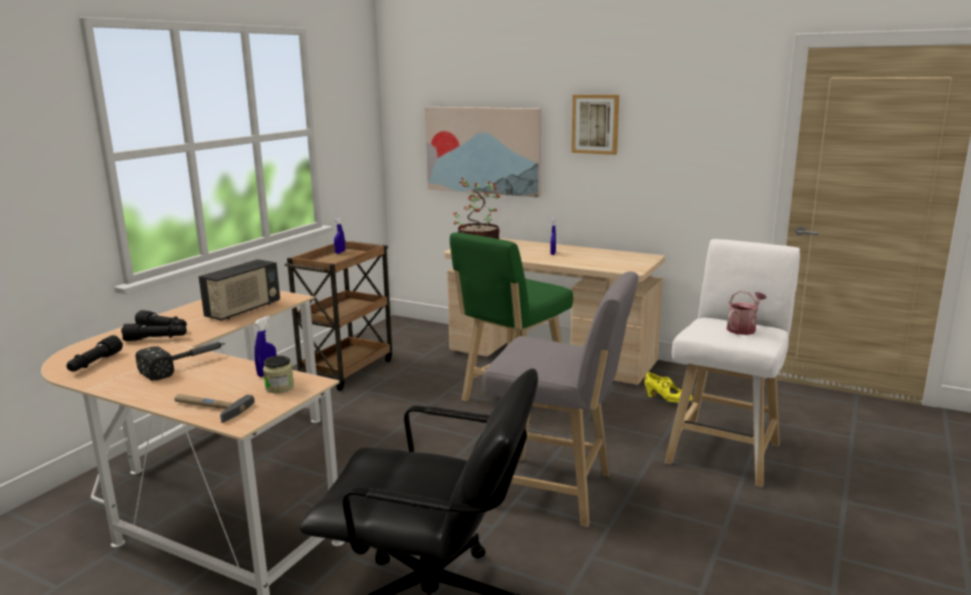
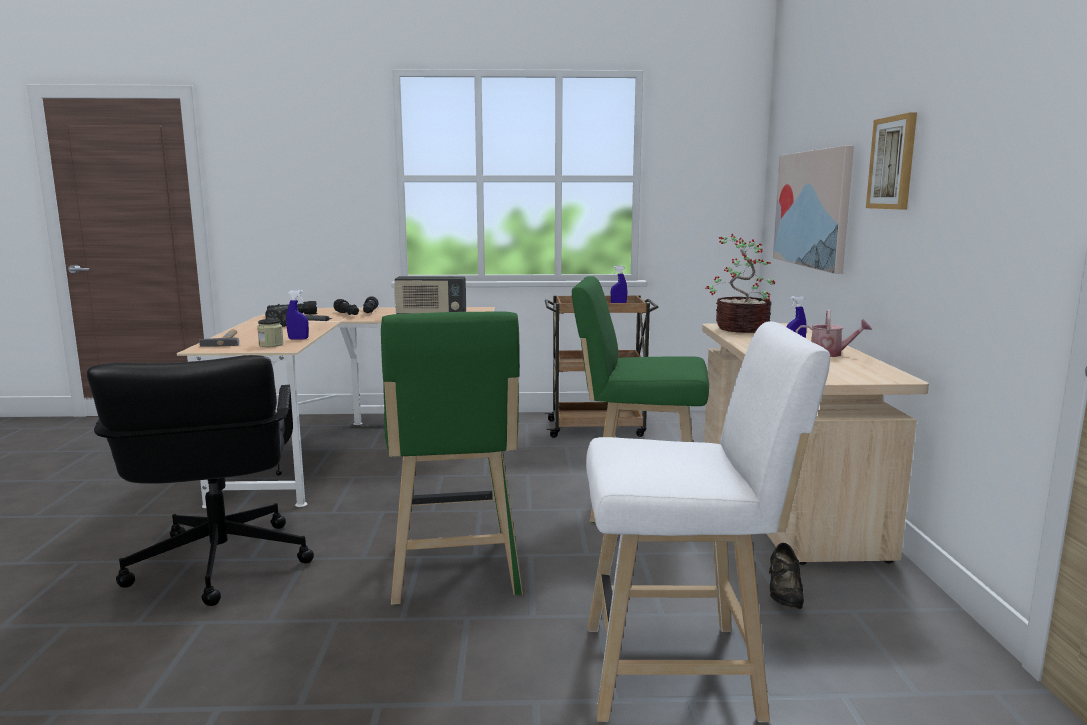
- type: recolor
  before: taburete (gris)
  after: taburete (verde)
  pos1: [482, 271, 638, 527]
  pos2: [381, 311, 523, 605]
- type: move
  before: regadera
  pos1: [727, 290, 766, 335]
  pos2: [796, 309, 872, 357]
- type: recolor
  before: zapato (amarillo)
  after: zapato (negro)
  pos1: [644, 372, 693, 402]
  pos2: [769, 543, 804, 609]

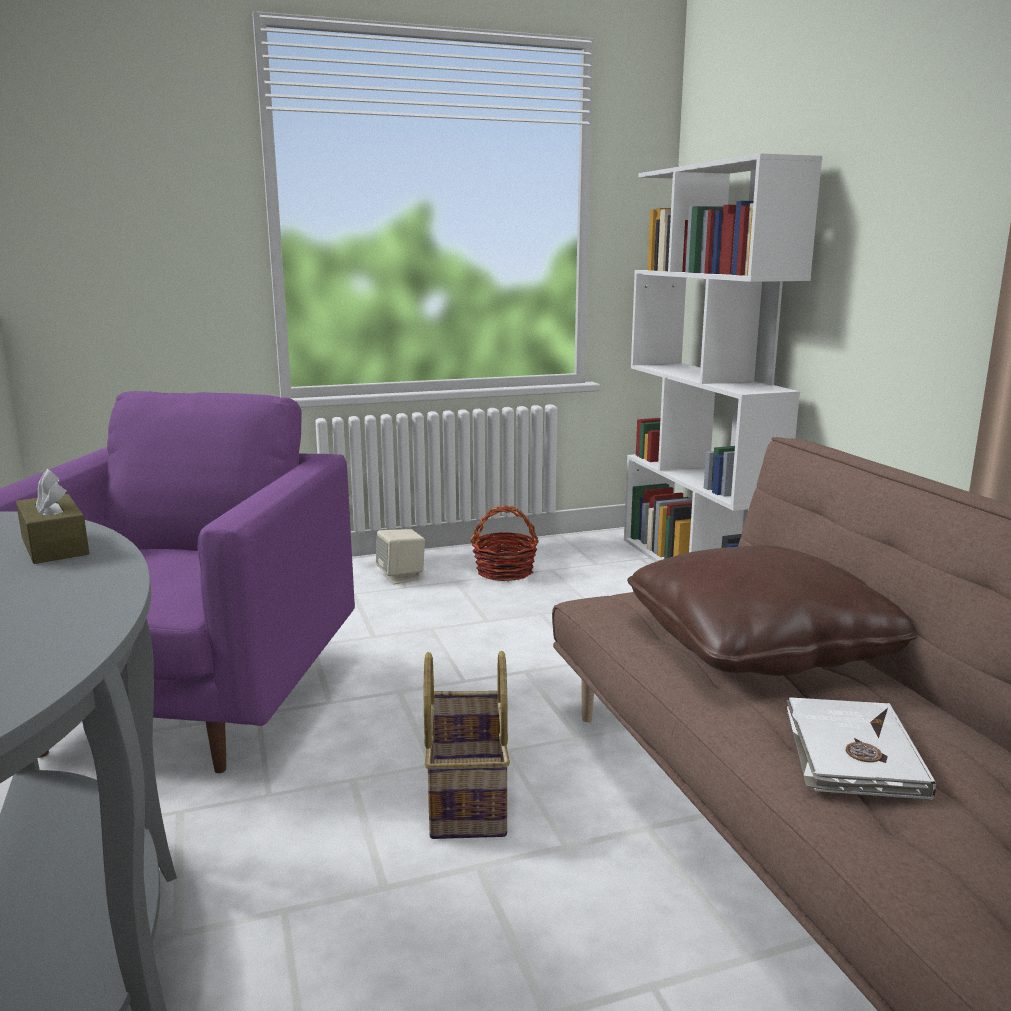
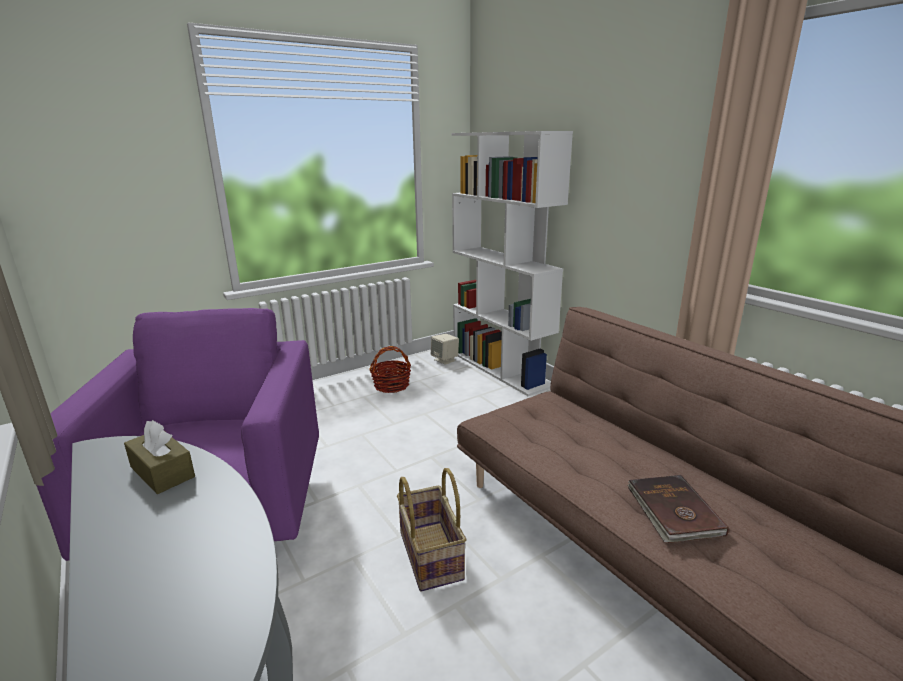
- type: move
  before: altavoz (beis)
  pos1: [376, 529, 425, 585]
  pos2: [431, 334, 459, 365]
- type: delete
  before: cojín (marrón)
  pos1: [627, 545, 917, 676]
- type: recolor
  before: libro (blanco)
  after: libro (marrón)
  pos1: [787, 697, 936, 800]
  pos2: [628, 475, 729, 543]

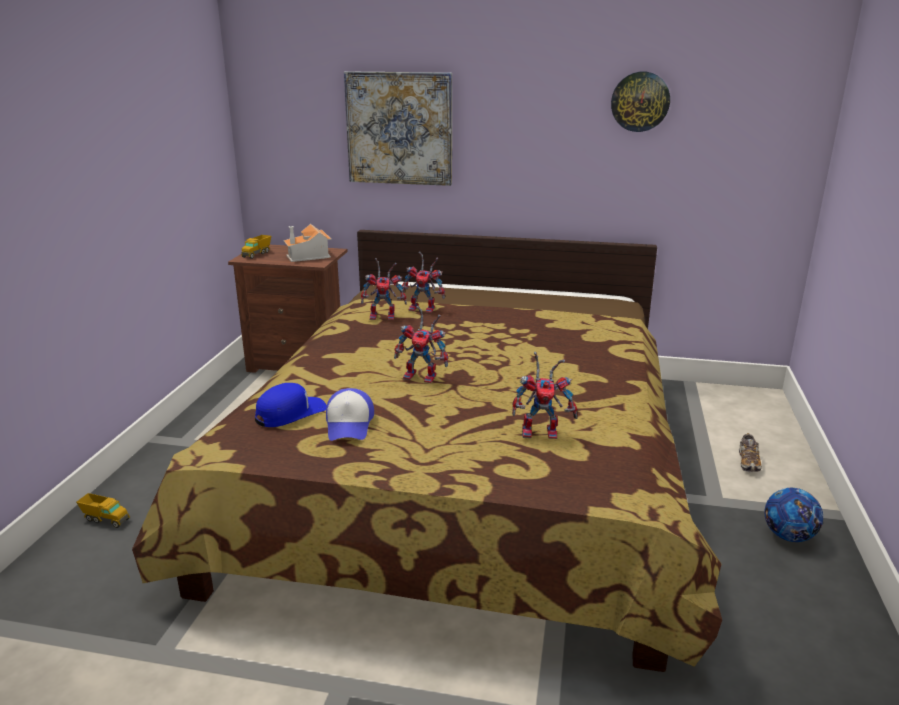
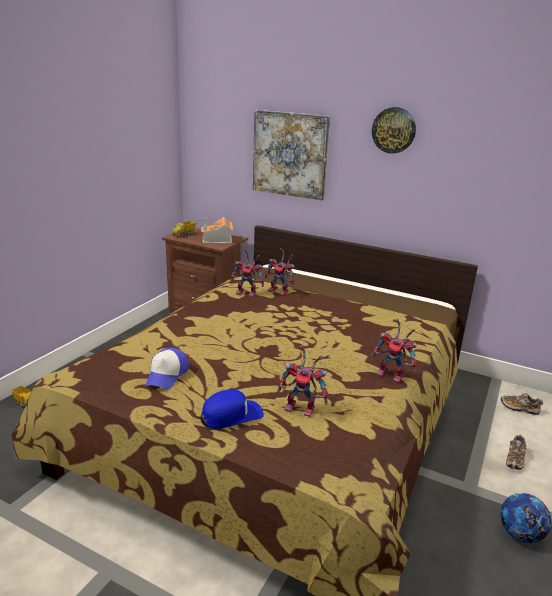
- type: move
  before: reloj de pared
  pos1: [611, 72, 670, 132]
  pos2: [372, 107, 416, 154]
- type: move
  before: robot de juguete
  pos1: [394, 306, 448, 383]
  pos2: [371, 318, 418, 383]
- type: move
  before: gorra (azul)
  pos1: [255, 383, 327, 427]
  pos2: [201, 389, 264, 429]
- type: insert
  after: zapato
  pos2: [501, 393, 543, 415]

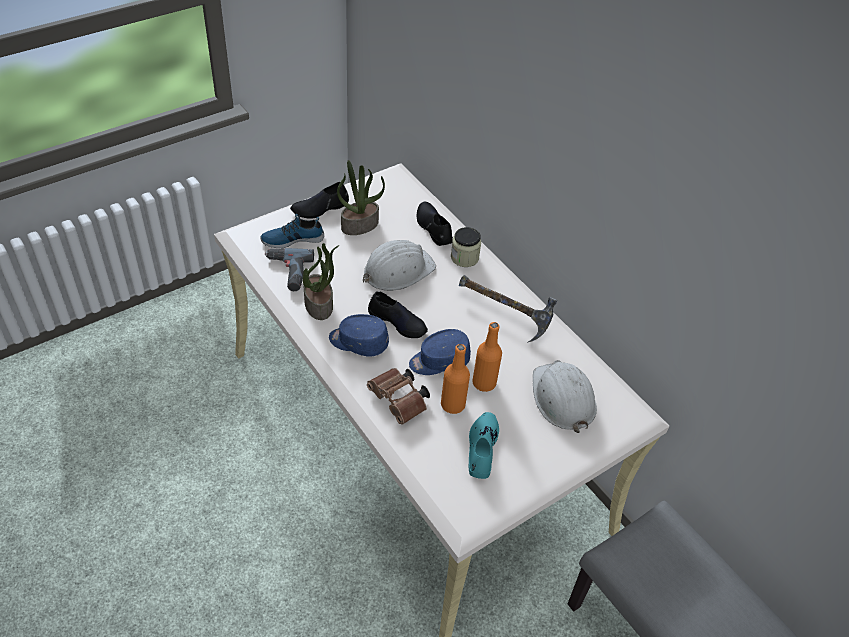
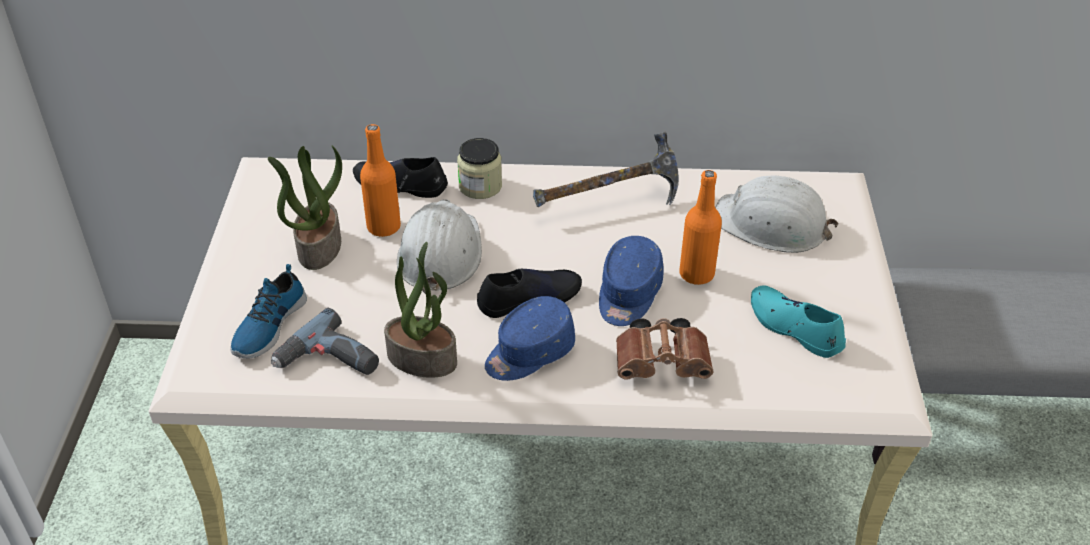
- type: delete
  before: zapato (negro)
  pos1: [290, 182, 349, 219]
- type: move
  before: botella (naranja)
  pos1: [441, 344, 470, 414]
  pos2: [360, 124, 401, 237]

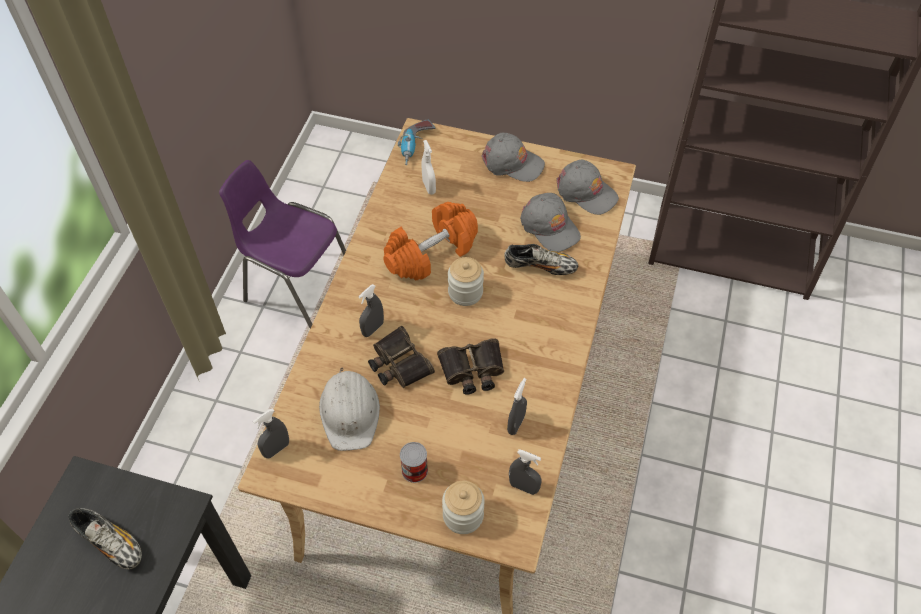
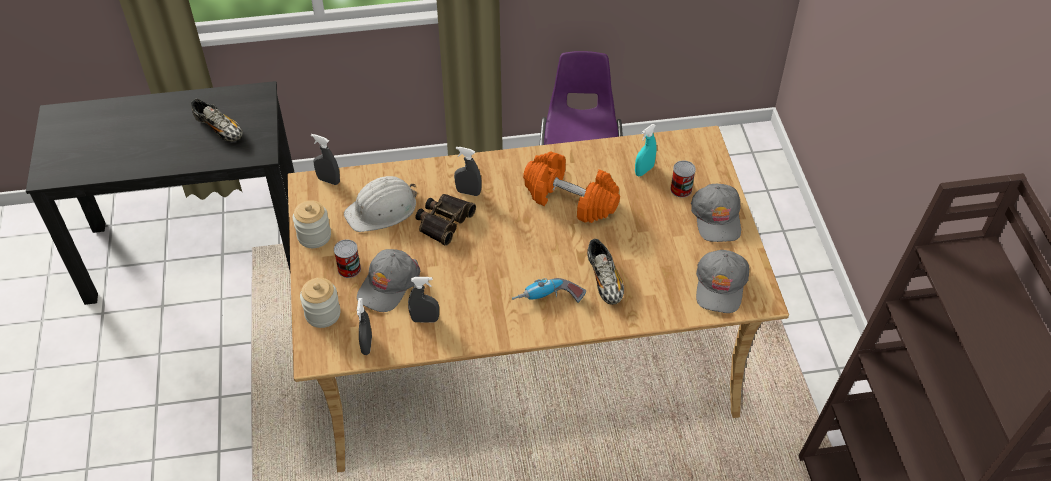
- type: move
  before: taladro
  pos1: [398, 119, 435, 165]
  pos2: [512, 278, 586, 303]
- type: recolor
  before: pulverizador (blanco)
  after: pulverizador (turquesa)
  pos1: [422, 140, 436, 195]
  pos2: [635, 124, 657, 176]
- type: move
  before: gorra (gris)
  pos1: [520, 193, 581, 252]
  pos2: [357, 249, 420, 312]
- type: move
  before: tarro
  pos1: [448, 257, 484, 306]
  pos2: [293, 200, 331, 248]
- type: delete
  before: prismáticos
  pos1: [437, 338, 504, 395]
- type: rotate
  before: zapato
  pos1: [68, 508, 142, 570]
  pos2: [191, 99, 243, 142]
  turn: -60
- type: insert
  after: lata
  pos2: [670, 161, 696, 198]

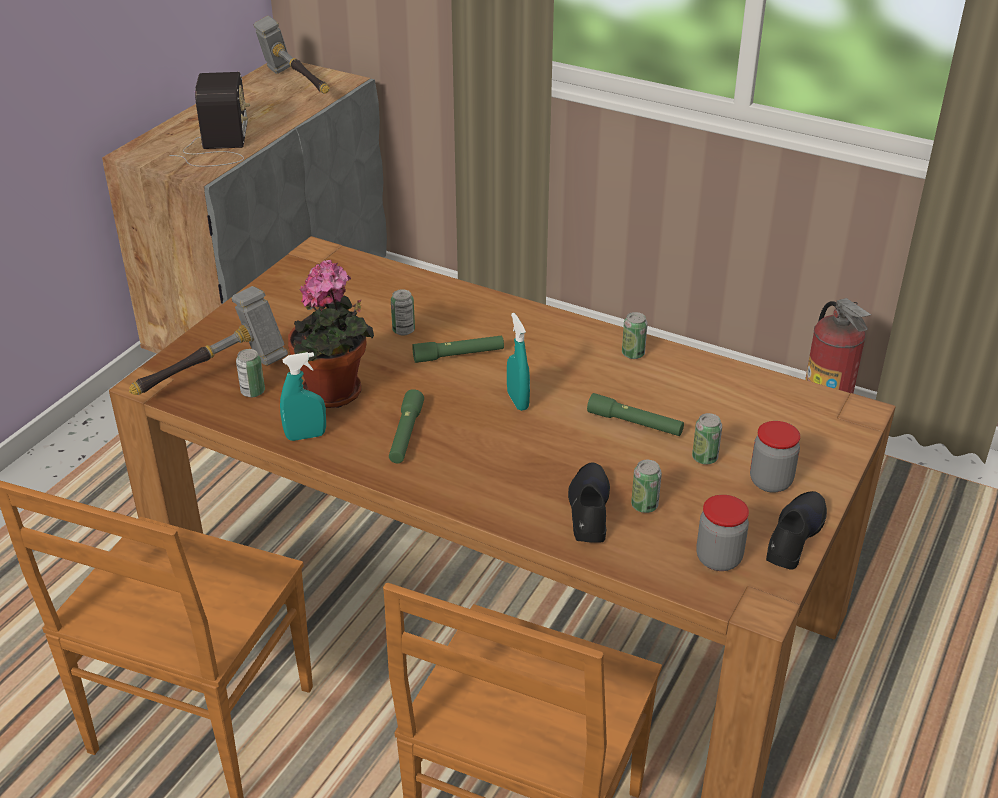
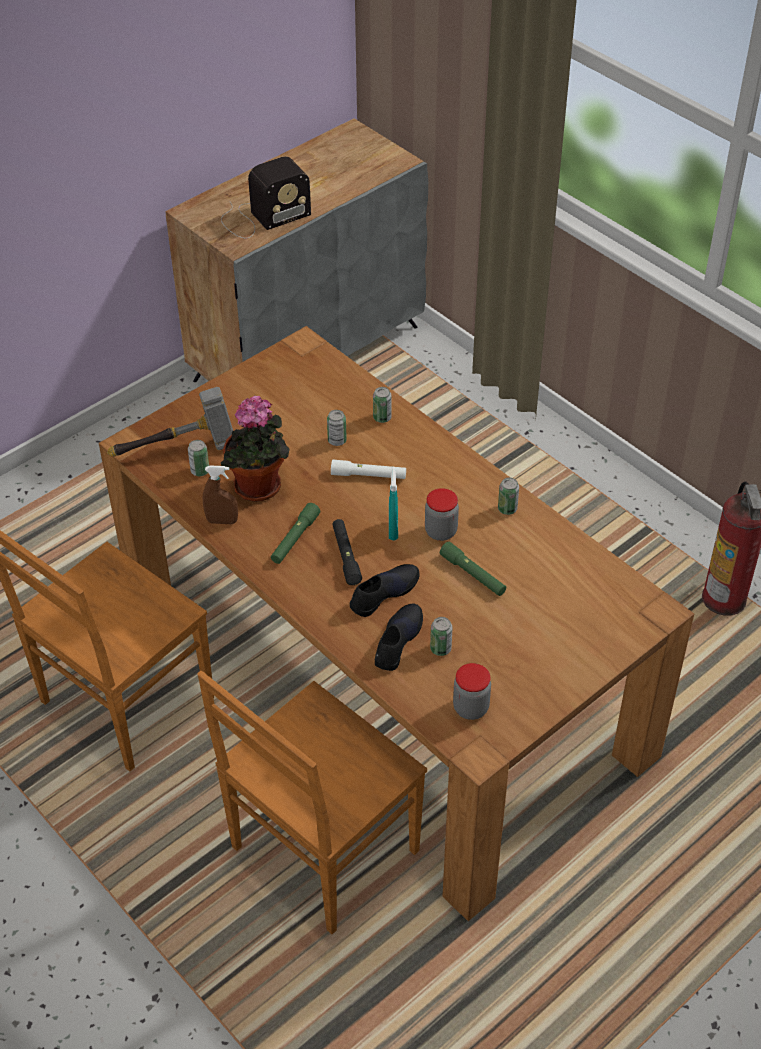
- type: delete
  before: martillo
  pos1: [254, 16, 329, 94]
- type: rotate
  before: radio
  pos1: [169, 72, 250, 167]
  pos2: [221, 156, 311, 239]
  turn: 45
- type: recolor
  before: linterna (verde)
  after: linterna (blanco)
  pos1: [412, 336, 504, 363]
  pos2: [331, 460, 406, 479]
- type: recolor
  before: pulverizador (turquesa)
  after: pulverizador (marrón)
  pos1: [280, 352, 326, 441]
  pos2: [203, 465, 238, 524]
- type: move
  before: lata
  pos1: [692, 413, 722, 464]
  pos2: [373, 387, 392, 423]
- type: move
  before: tarro
  pos1: [750, 421, 800, 493]
  pos2: [425, 488, 459, 541]
- type: move
  before: zapato (negro)
  pos1: [766, 491, 827, 570]
  pos2: [350, 564, 419, 617]
- type: insert
  after: linterna (negro)
  pos2: [332, 519, 362, 585]

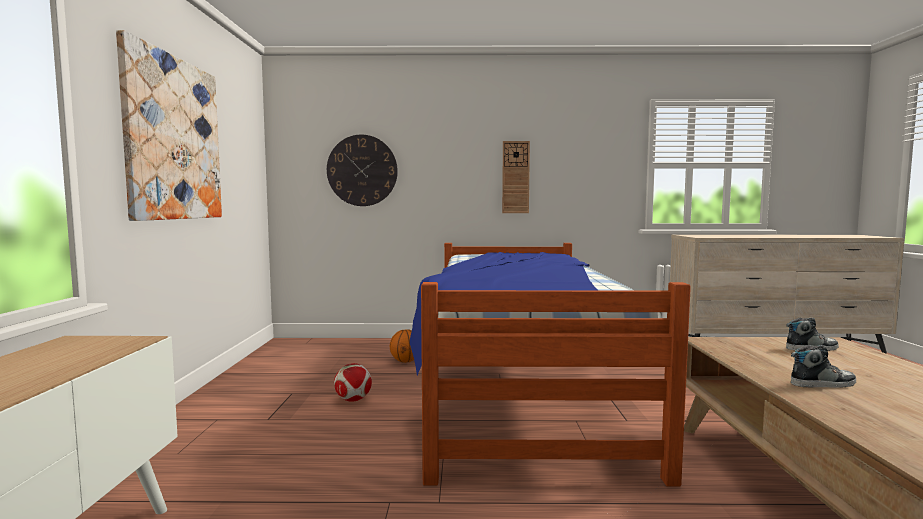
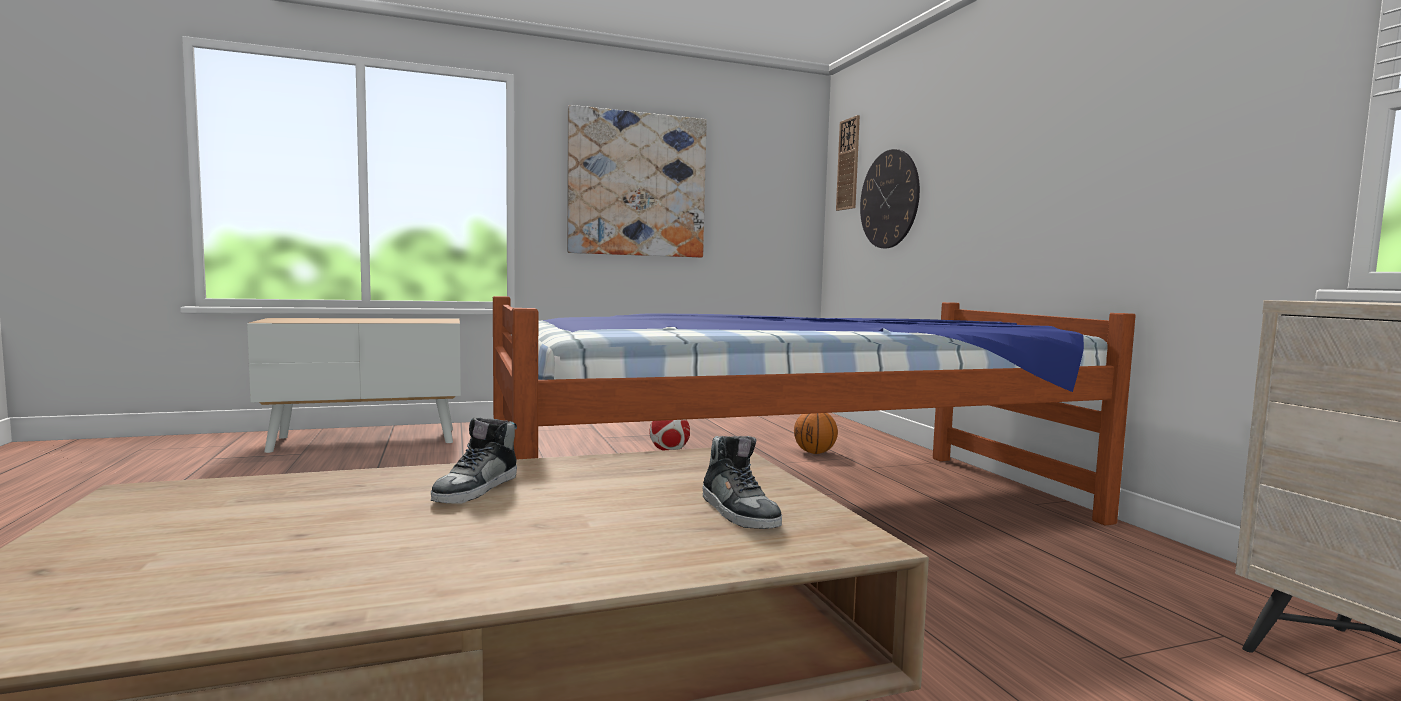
- type: move
  before: reloj de pared
  pos1: [502, 141, 530, 213]
  pos2: [836, 115, 860, 211]
- type: rotate
  before: zapato
  pos1: [791, 345, 856, 388]
  pos2: [431, 417, 517, 504]
  turn: 45

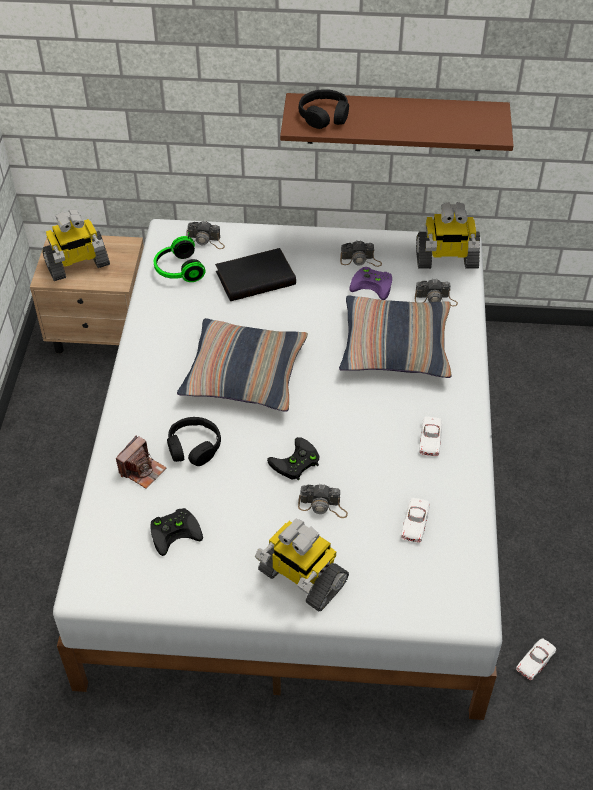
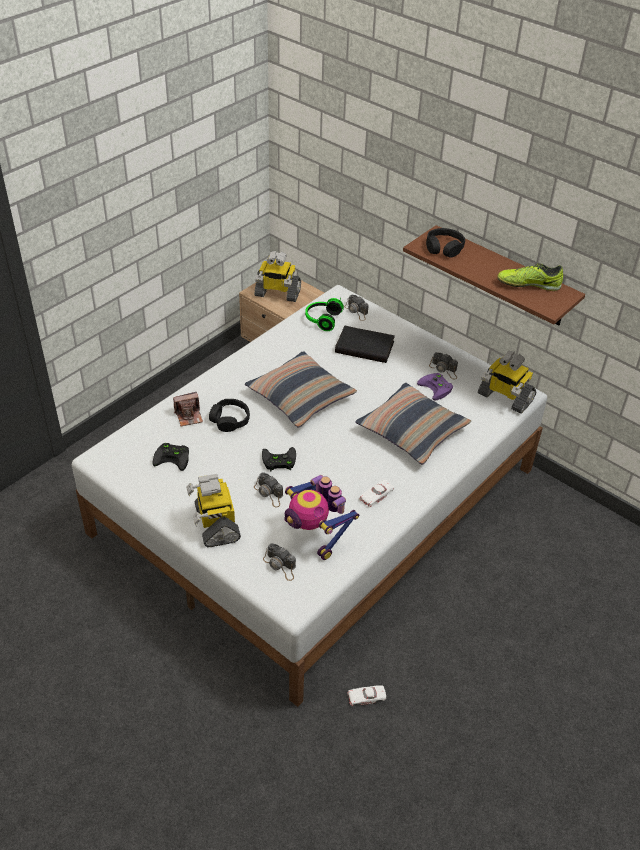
- type: move
  before: cámara
  pos1: [415, 279, 458, 306]
  pos2: [263, 543, 296, 581]
- type: replace
  before: coche de juguete (blanco)
  after: robot de juguete
  pos1: [401, 498, 430, 542]
  pos2: [284, 475, 359, 560]
- type: insert
  after: zapato
  pos2: [497, 263, 563, 291]

